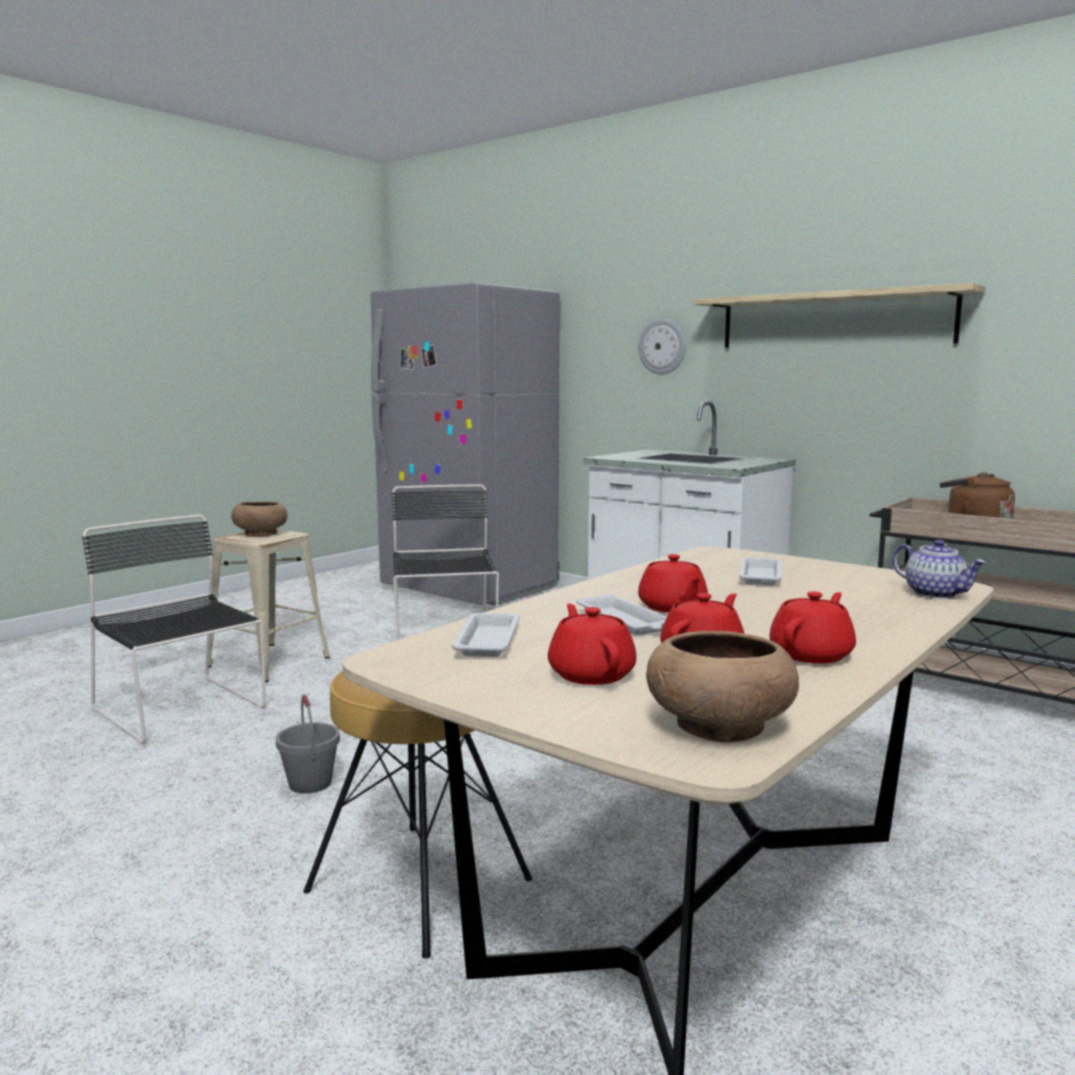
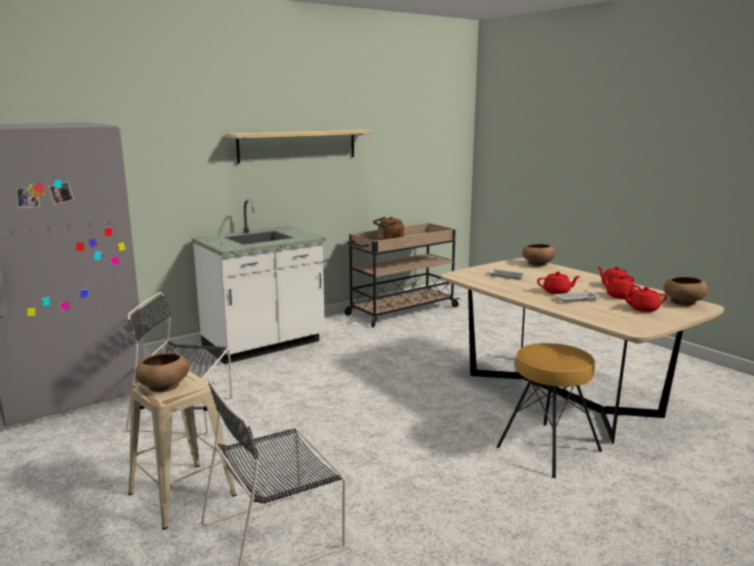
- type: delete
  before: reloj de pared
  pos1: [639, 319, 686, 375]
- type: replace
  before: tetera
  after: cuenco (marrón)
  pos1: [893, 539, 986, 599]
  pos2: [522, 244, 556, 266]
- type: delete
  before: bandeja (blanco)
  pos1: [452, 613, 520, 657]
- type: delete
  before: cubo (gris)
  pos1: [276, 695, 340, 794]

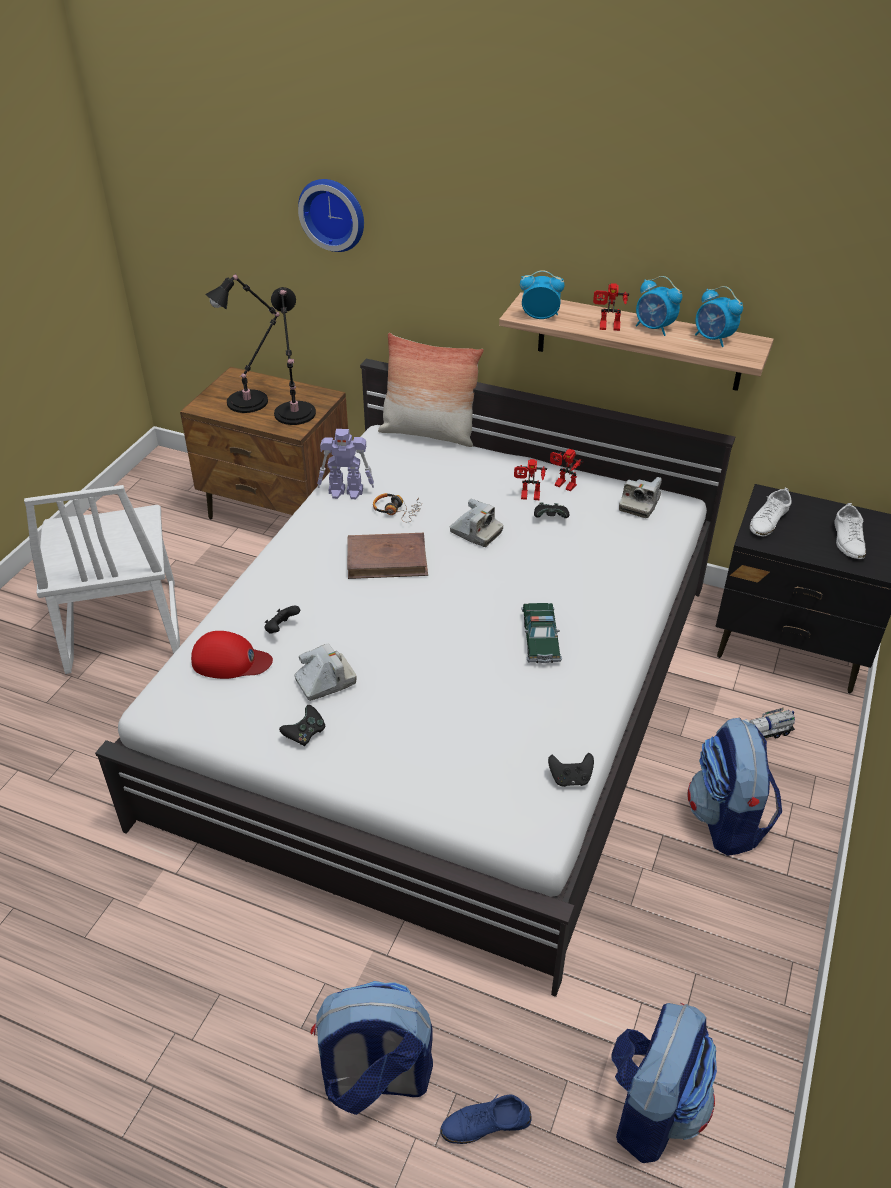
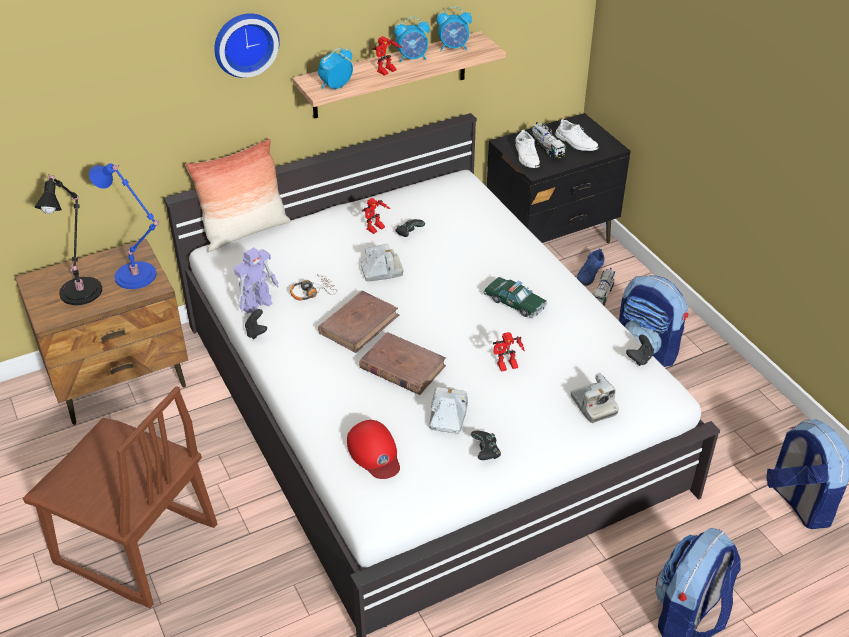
- type: move
  before: reloj de pared
  pos1: [298, 179, 364, 252]
  pos2: [214, 13, 280, 78]
- type: recolor
  before: lámpara de mesa (negro)
  after: lámpara de mesa (azul)
  pos1: [271, 287, 316, 425]
  pos2: [89, 163, 161, 289]
- type: move
  before: robot de juguete
  pos1: [550, 449, 583, 491]
  pos2: [493, 332, 525, 372]
- type: move
  before: cámara
  pos1: [619, 477, 662, 518]
  pos2: [571, 373, 619, 423]
- type: recolor
  before: silla (blanco)
  after: silla (marrón)
  pos1: [24, 485, 180, 674]
  pos2: [23, 386, 217, 608]
- type: move
  before: mando de consola (negro)
  pos1: [264, 606, 300, 634]
  pos2: [245, 309, 267, 339]
- type: rotate
  before: gorra (rojo)
  pos1: [191, 631, 273, 679]
  pos2: [347, 420, 400, 479]
  turn: 105
- type: move
  before: zapato (azul)
  pos1: [441, 1094, 532, 1144]
  pos2: [577, 249, 605, 286]
- type: insert
  after: camión de juguete
  pos2: [531, 122, 566, 160]
- type: insert
  after: libro (marrón)
  pos2: [359, 332, 446, 395]

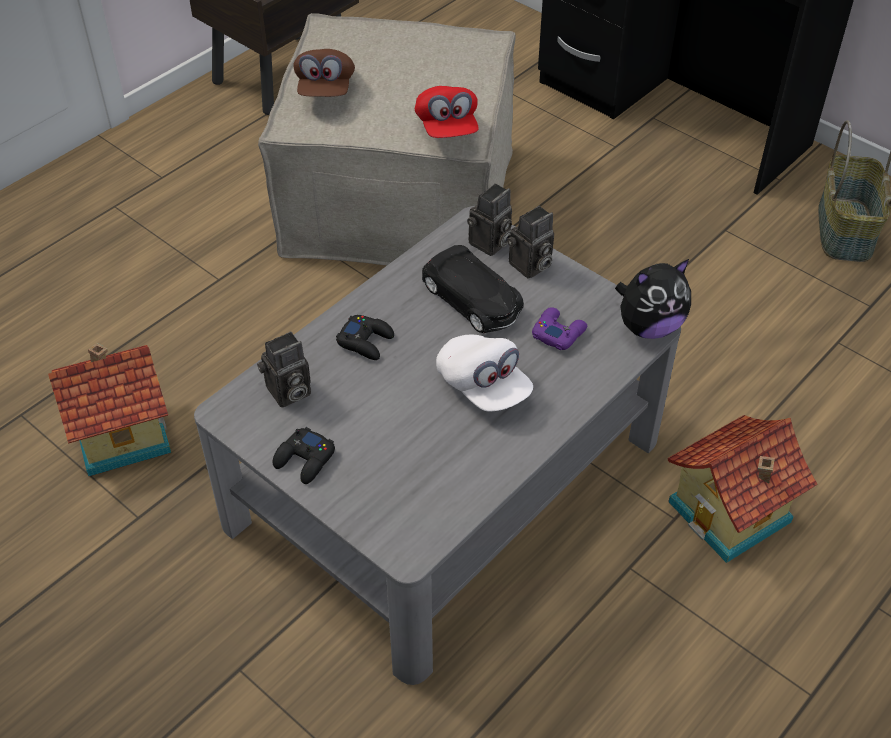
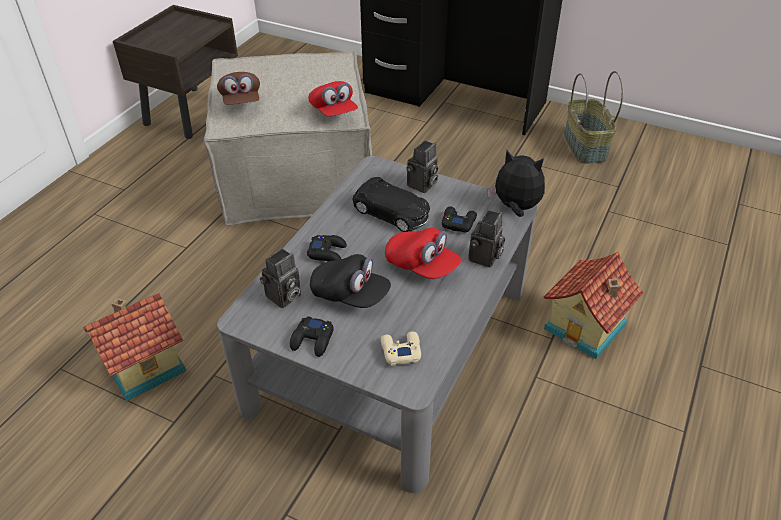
- type: move
  before: cámara
  pos1: [467, 183, 512, 256]
  pos2: [468, 210, 505, 268]
- type: rotate
  before: peluche
  pos1: [615, 259, 691, 339]
  pos2: [487, 150, 545, 217]
  turn: -120
- type: recolor
  before: mando de consola (morado)
  after: mando de consola (negro)
  pos1: [532, 307, 587, 350]
  pos2: [442, 206, 477, 233]
- type: recolor
  before: gorra (blanco)
  after: gorra (rojo)
  pos1: [436, 335, 533, 411]
  pos2: [385, 228, 461, 279]
- type: insert
  after: gorra (negro)
  pos2: [310, 254, 391, 308]
- type: insert
  after: mando de consola (beis)
  pos2: [381, 331, 421, 366]

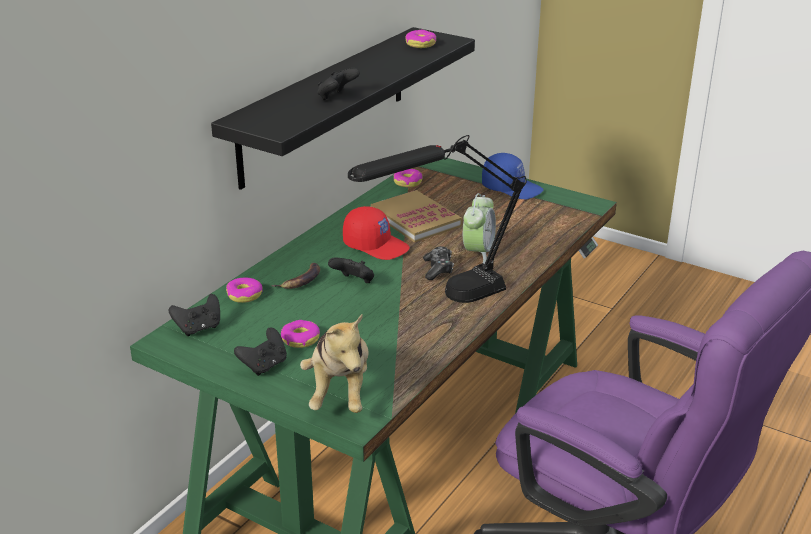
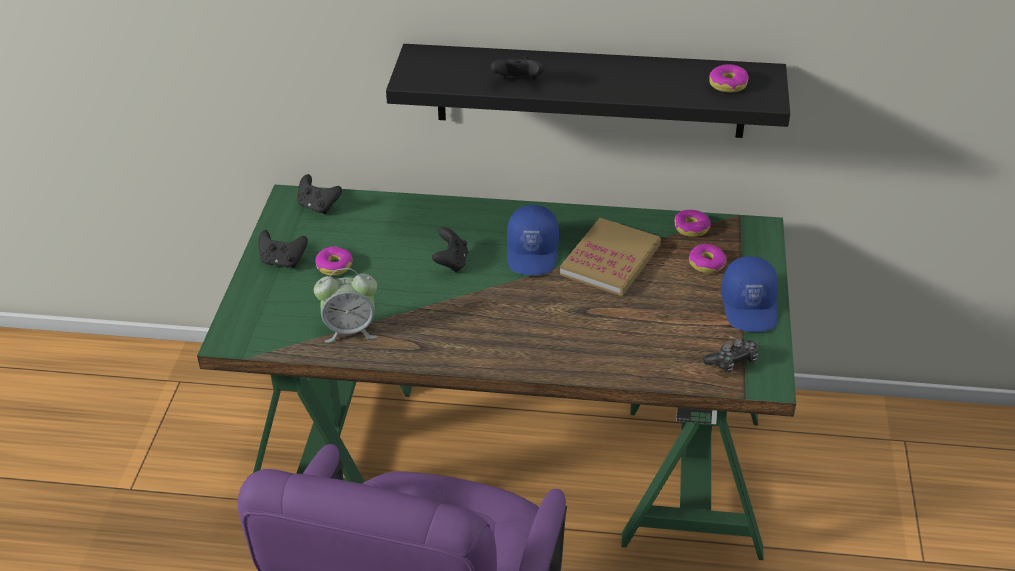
- type: delete
  before: lámpara de mesa (negro)
  pos1: [348, 135, 526, 303]
- type: move
  before: despertador
  pos1: [463, 193, 496, 264]
  pos2: [314, 268, 377, 343]
- type: recolor
  before: gorra (rojo)
  after: gorra (azul)
  pos1: [343, 206, 410, 260]
  pos2: [507, 205, 559, 275]
- type: move
  before: mando de consola
  pos1: [423, 246, 454, 280]
  pos2: [703, 339, 759, 373]
- type: delete
  before: plátano
  pos1: [271, 263, 320, 289]
- type: move
  before: rosquilla
  pos1: [226, 278, 263, 303]
  pos2: [689, 244, 726, 273]
- type: delete
  before: peluche
  pos1: [300, 314, 369, 413]

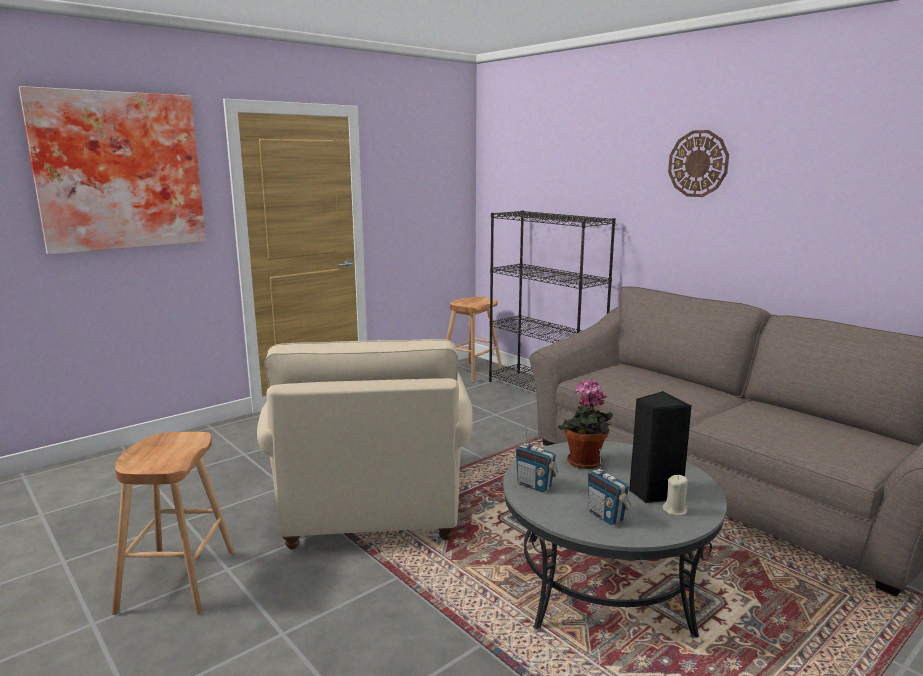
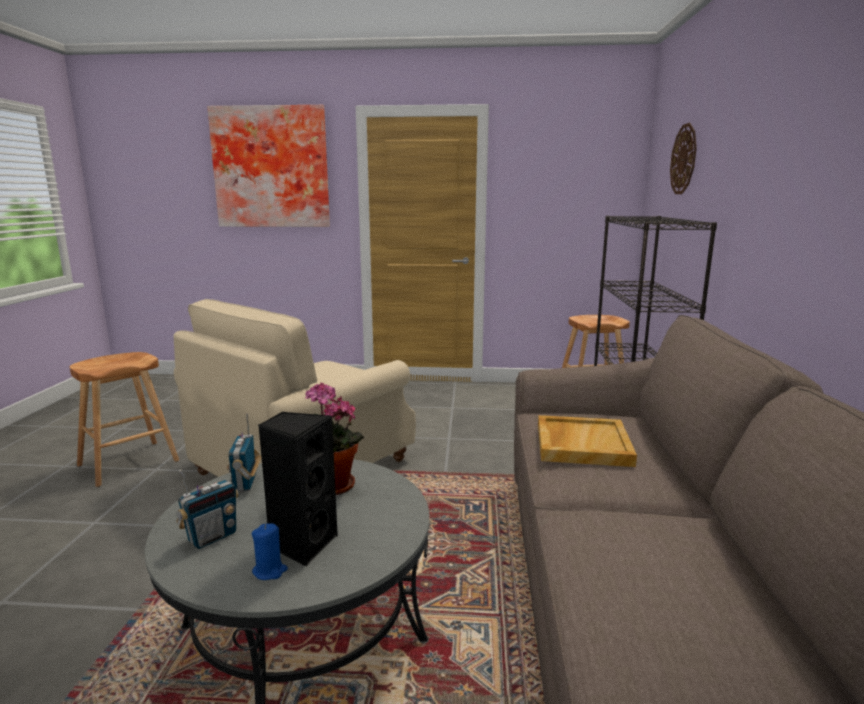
- type: move
  before: reloj de pared
  pos1: [668, 130, 729, 197]
  pos2: [670, 123, 697, 194]
- type: rotate
  before: radio
  pos1: [587, 449, 632, 525]
  pos2: [176, 470, 239, 549]
  turn: -150
- type: recolor
  before: vela (beis)
  after: vela (azul)
  pos1: [662, 475, 688, 516]
  pos2: [252, 523, 288, 580]
- type: insert
  after: bandeja (beis)
  pos2: [538, 415, 637, 467]

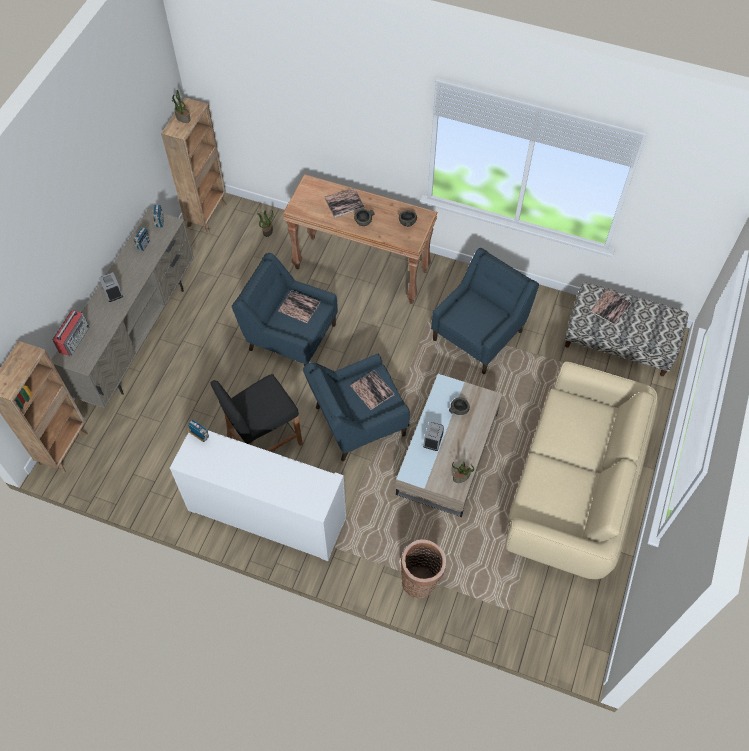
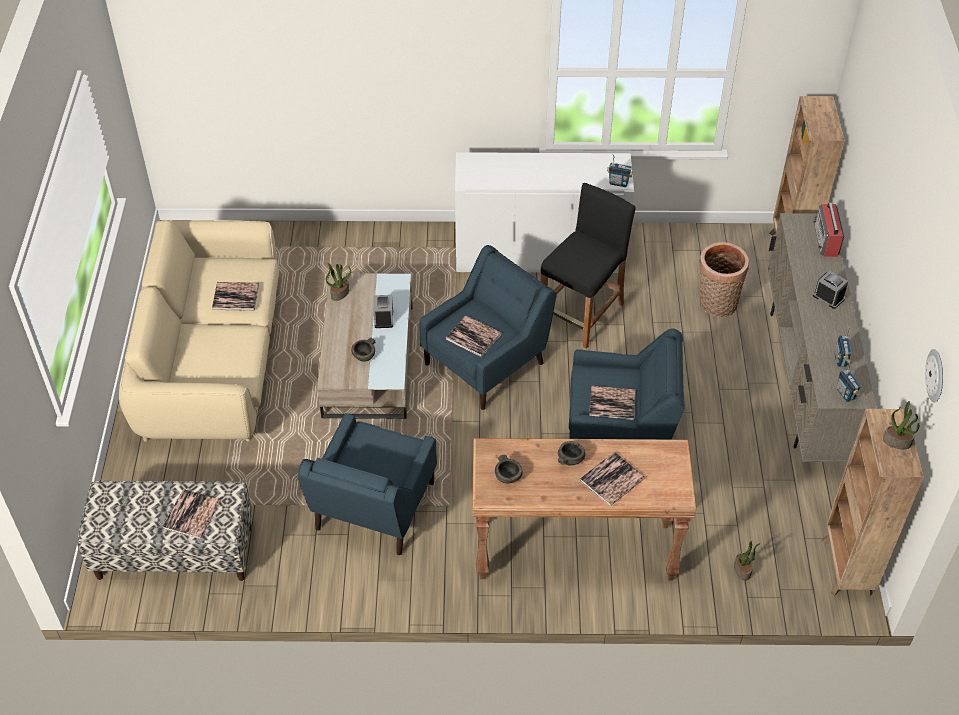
- type: move
  before: cesta
  pos1: [401, 539, 446, 598]
  pos2: [699, 242, 749, 317]
- type: insert
  after: libro
  pos2: [212, 282, 259, 311]
- type: insert
  after: reloj de pared
  pos2: [925, 349, 943, 403]

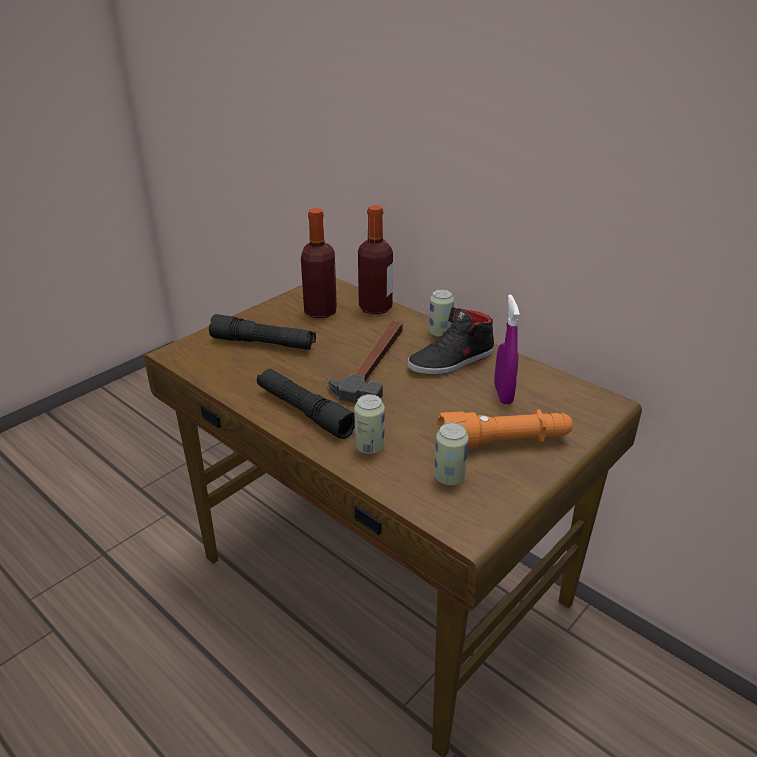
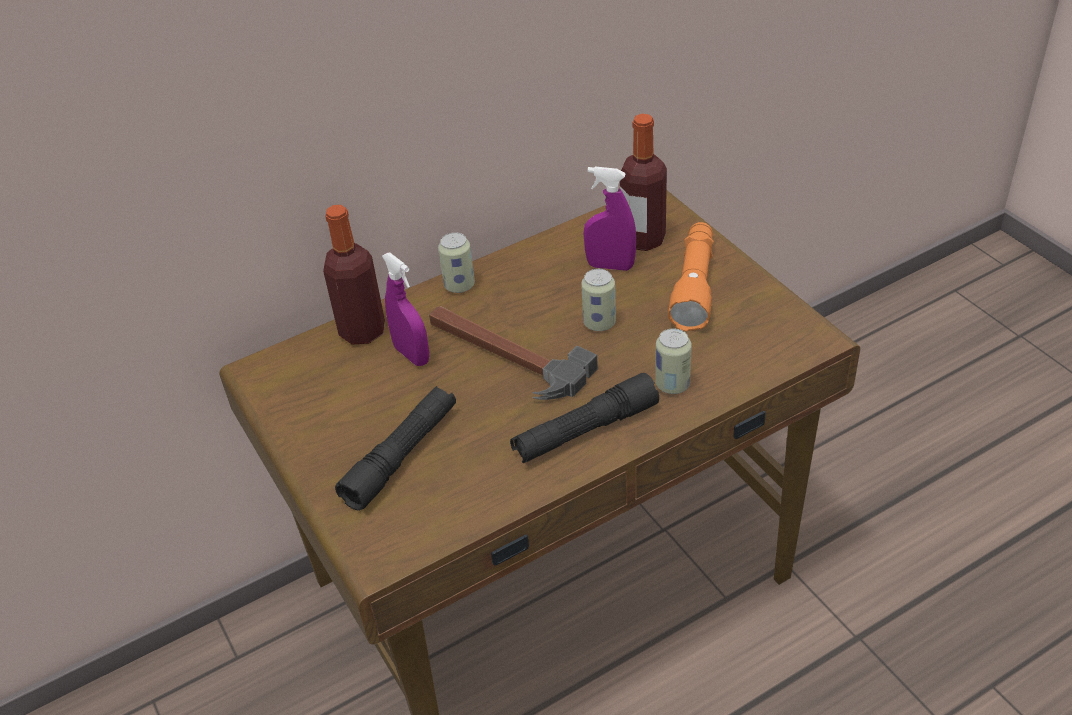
- type: move
  before: botella
  pos1: [301, 208, 337, 318]
  pos2: [620, 114, 667, 251]
- type: delete
  before: zapato (negro)
  pos1: [407, 307, 494, 375]
- type: move
  before: lata
  pos1: [434, 422, 469, 485]
  pos2: [581, 269, 616, 331]
- type: insert
  after: pulverizador (morado)
  pos2: [382, 252, 429, 366]

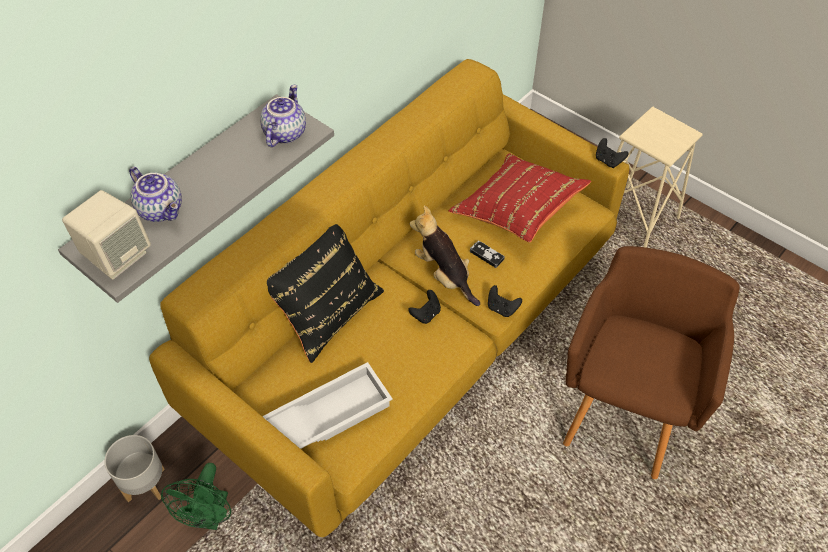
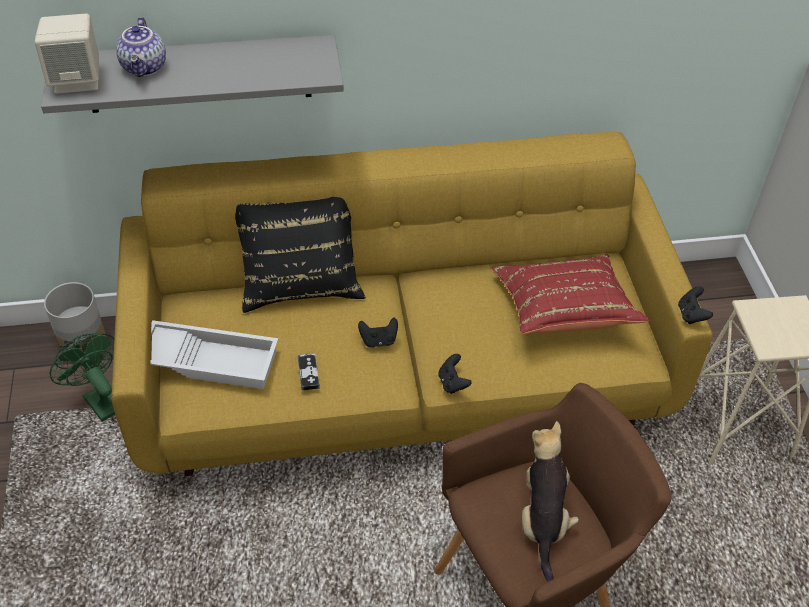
- type: delete
  before: tetera
  pos1: [260, 85, 306, 147]
- type: move
  before: peluche
  pos1: [410, 206, 480, 306]
  pos2: [522, 421, 579, 582]
- type: move
  before: mando de consola
  pos1: [470, 240, 505, 268]
  pos2: [298, 353, 320, 391]
- type: rotate
  before: ventilador (verde)
  pos1: [161, 463, 231, 530]
  pos2: [49, 333, 115, 422]
  turn: 90

